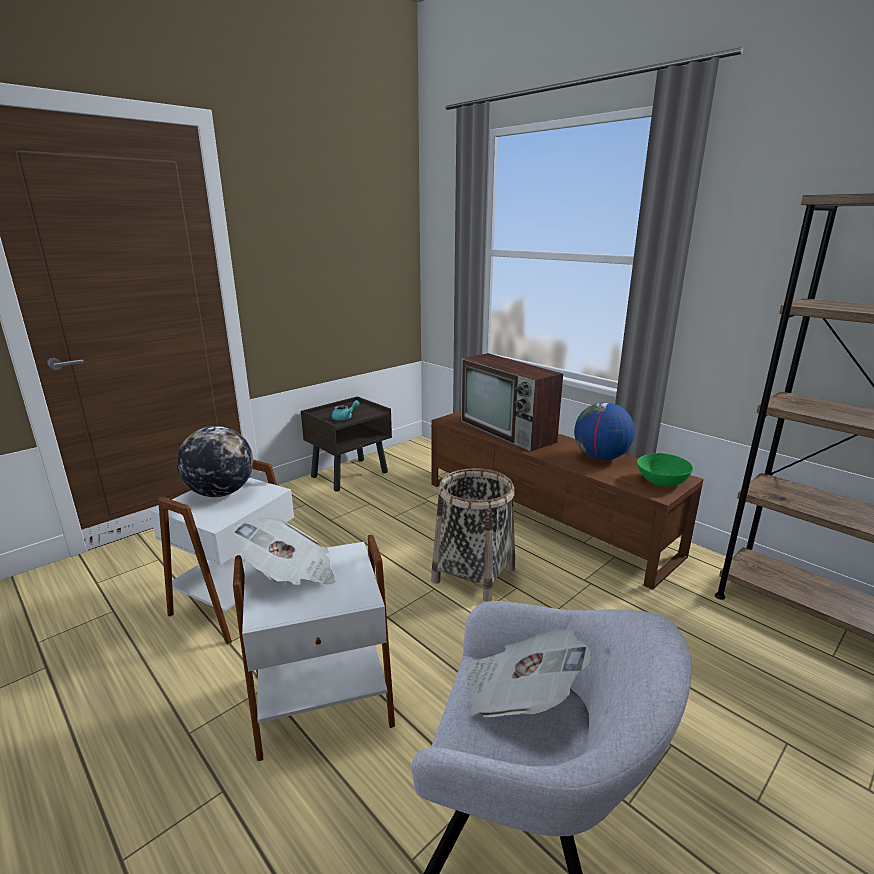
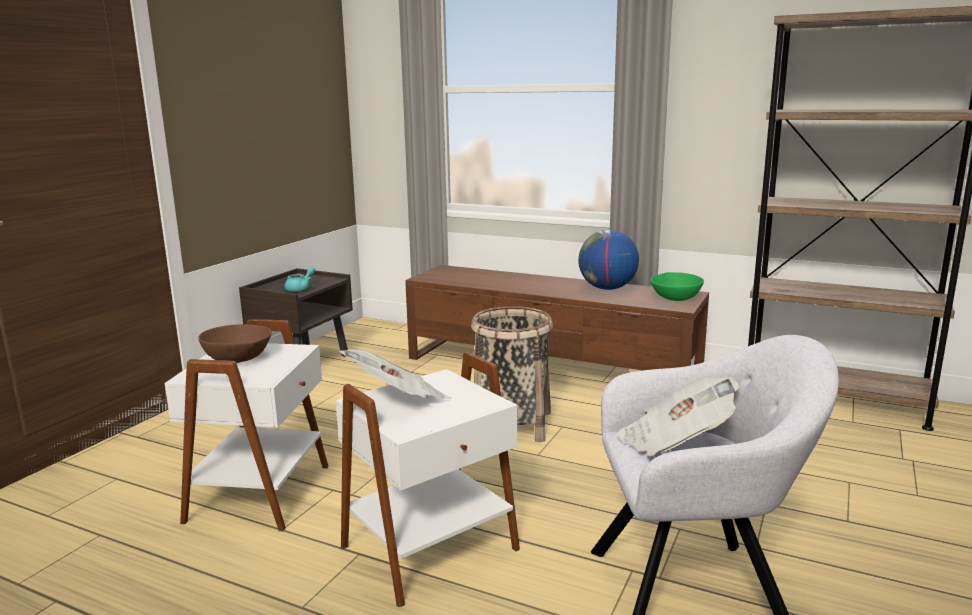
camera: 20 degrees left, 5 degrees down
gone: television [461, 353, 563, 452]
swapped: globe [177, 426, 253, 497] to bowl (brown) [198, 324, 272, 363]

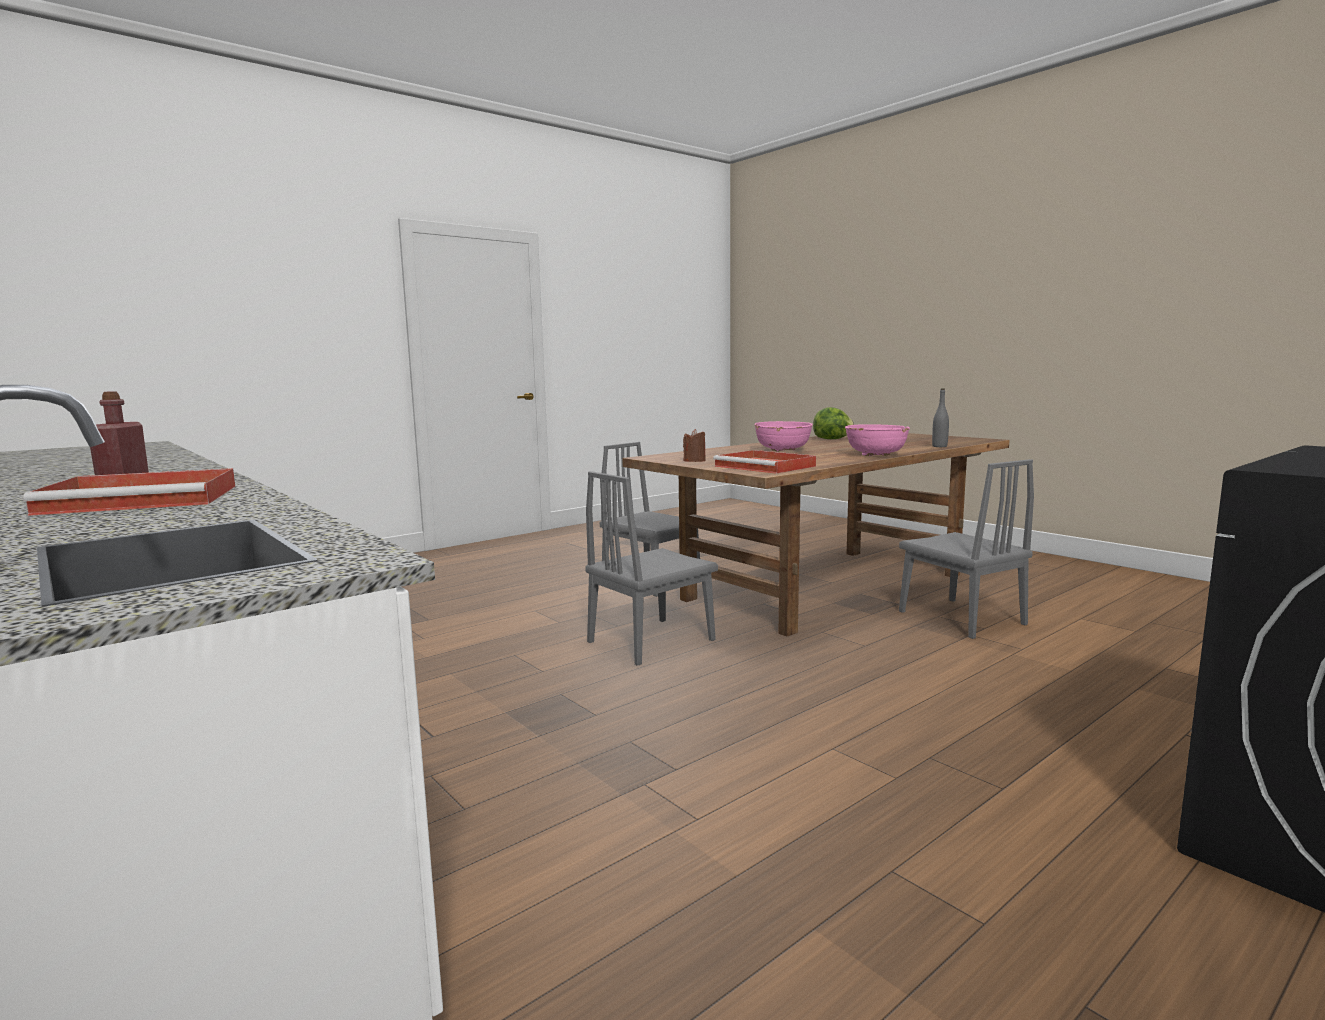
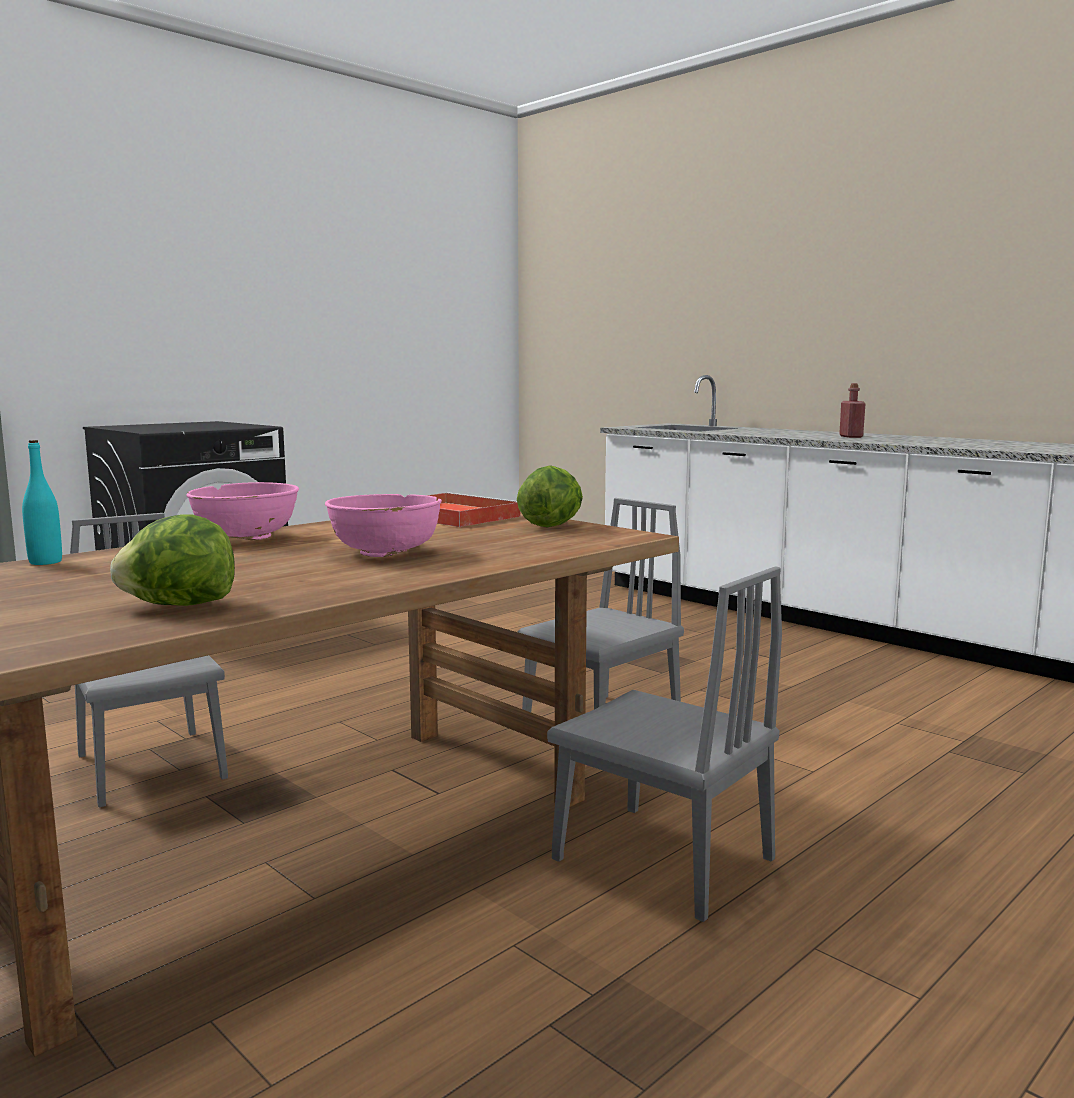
camera: 175 degrees right, 0 degrees up
gone: tray (red) [23, 468, 235, 516]
swapped: candle (brown) [683, 429, 706, 462] to lettuce [517, 465, 583, 527]
repainted: bottle (grey) [932, 389, 949, 447] to bottle (turquoise) [22, 440, 62, 565]

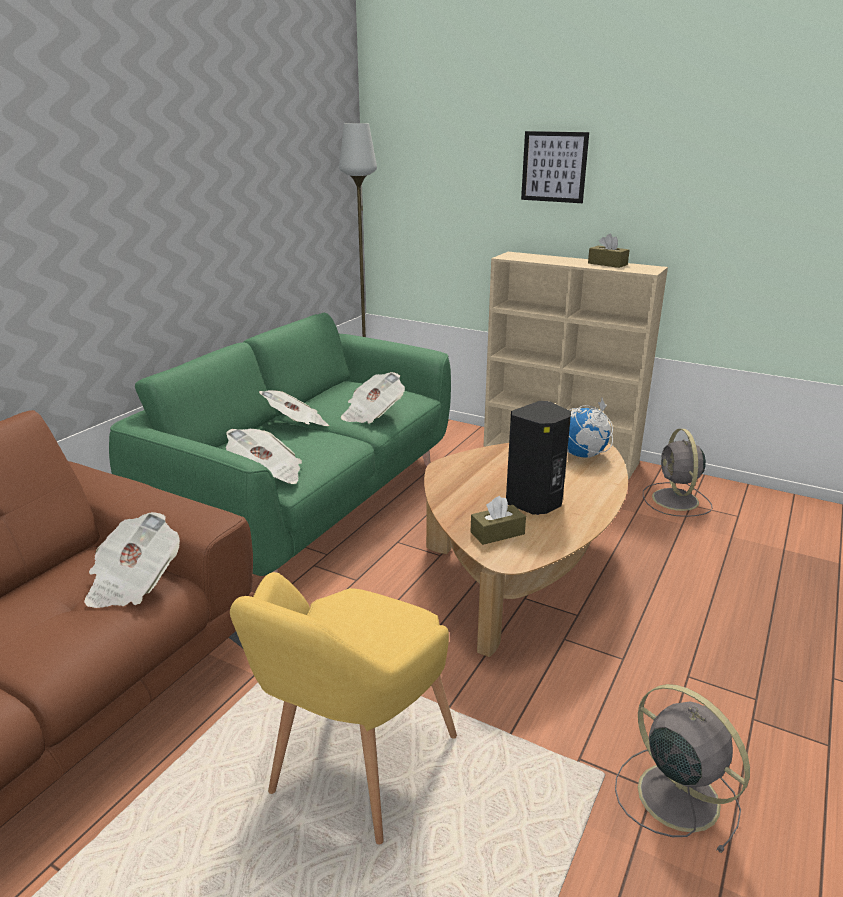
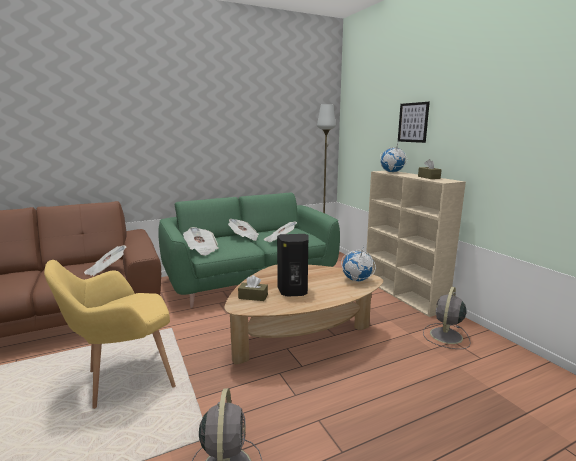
camera: 35 degrees right, 10 degrees down
new: globe [380, 141, 408, 172]

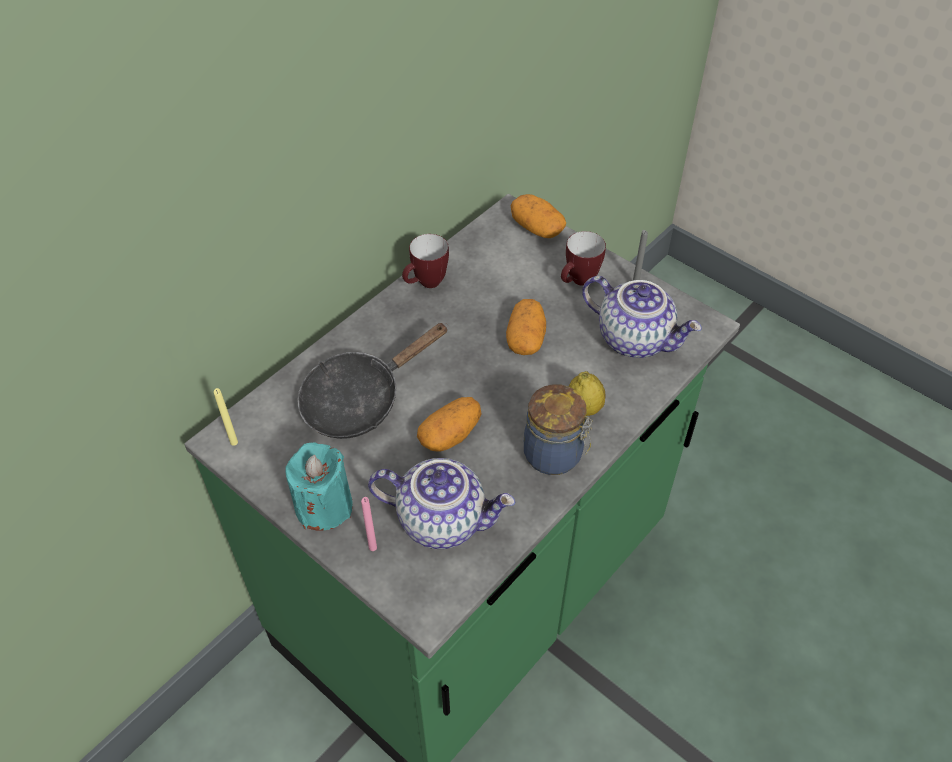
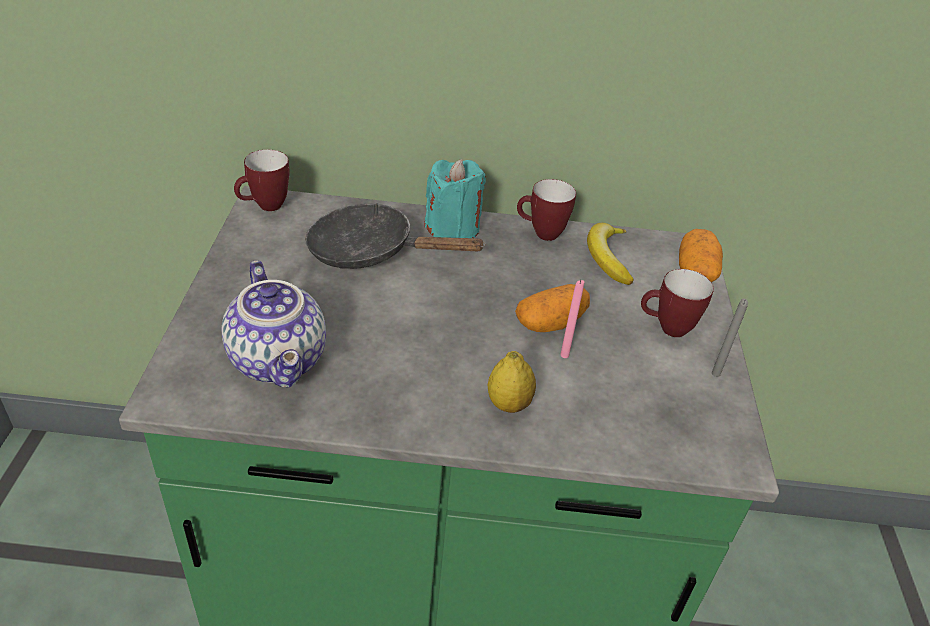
camera: 50 degrees right, 10 degrees down
gone: teapot [582, 276, 702, 358]; jar [524, 384, 593, 475]; potato [417, 397, 481, 452]
new: banana [587, 223, 634, 285]
shifted: candle (turquoise) [285, 442, 353, 531] to [424, 159, 486, 238]; candle (pink) [361, 497, 377, 551] to [560, 280, 584, 358]
swapped: candle (yellow) [214, 388, 238, 446] to mug [234, 149, 289, 211]

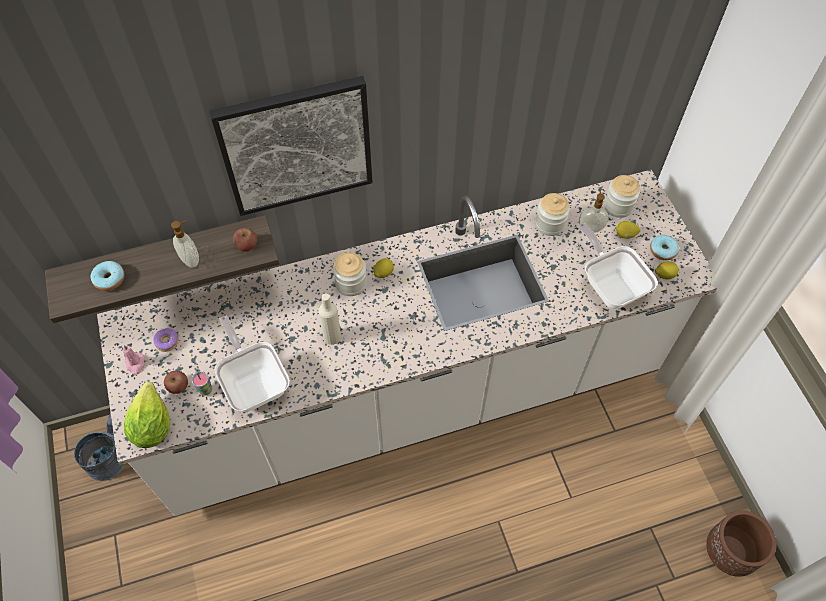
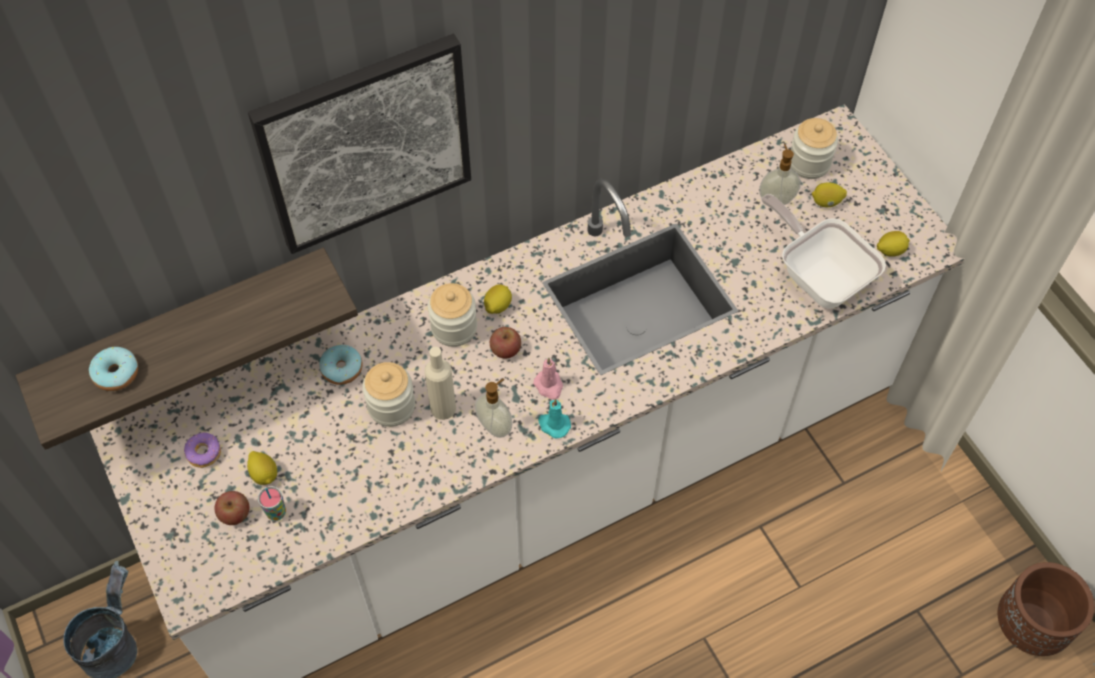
camera: 10 degrees left, 0 degrees up
gone: frying pan [214, 316, 290, 412]; lettuce [124, 382, 170, 448]
new: candle (turquoise) [538, 399, 571, 438]; lemon [247, 451, 277, 485]
shifted: jar [535, 193, 570, 236] to [362, 362, 415, 427]; soap dispenser [171, 220, 199, 268] to [475, 379, 512, 438]; apple [233, 228, 257, 252] to [490, 327, 521, 359]; donut [650, 235, 679, 260] to [319, 345, 362, 385]; candle (pink) [123, 345, 145, 375] to [533, 357, 563, 400]

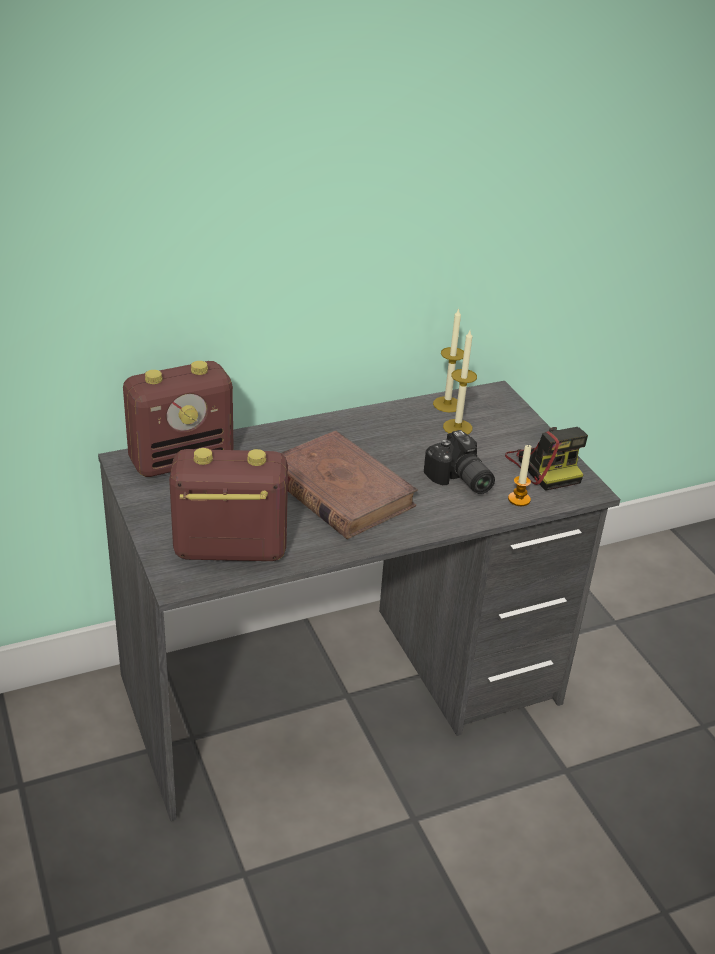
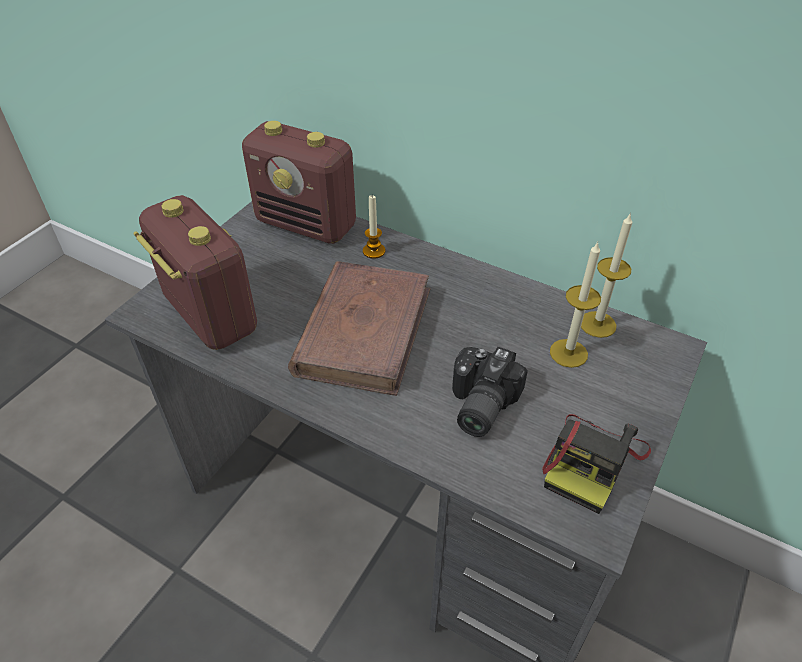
camera: 55 degrees right, 10 degrees up
shifted: candle [508, 444, 532, 506] to [363, 195, 385, 259]

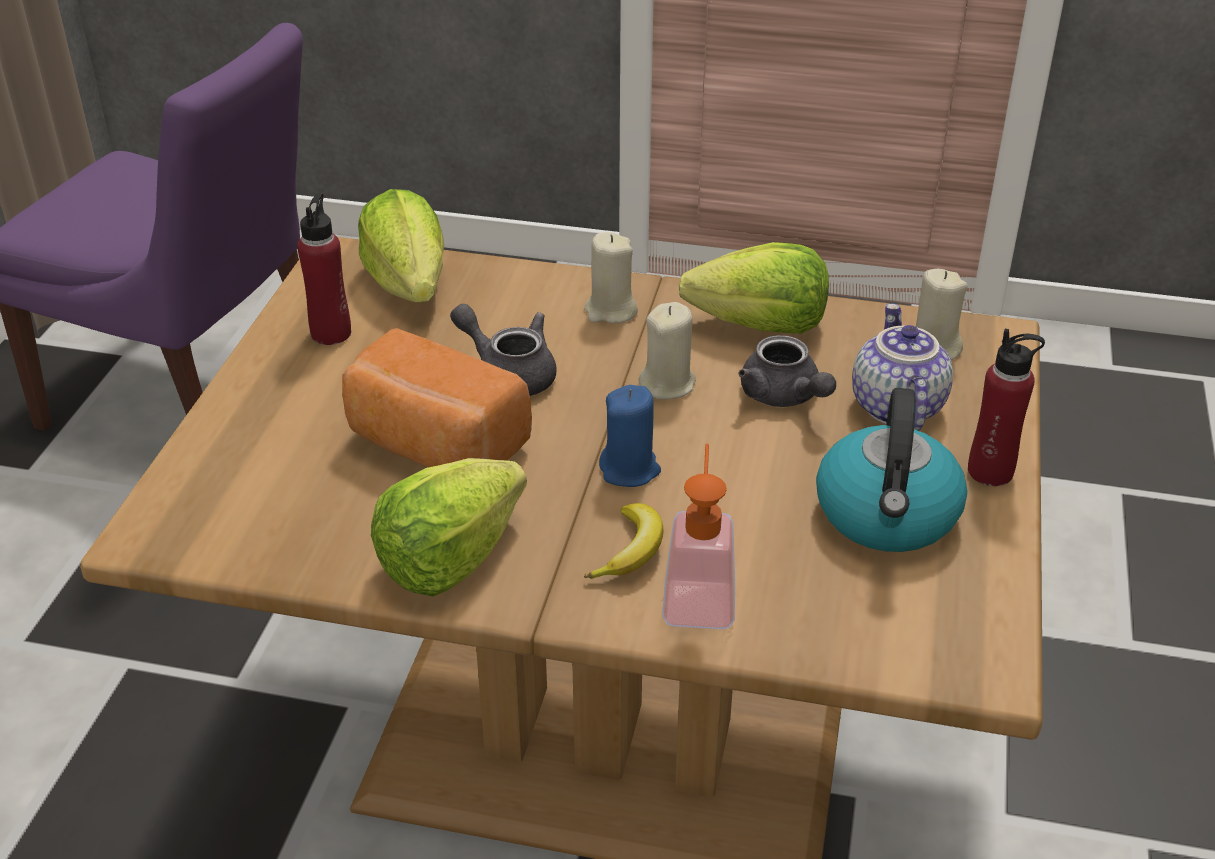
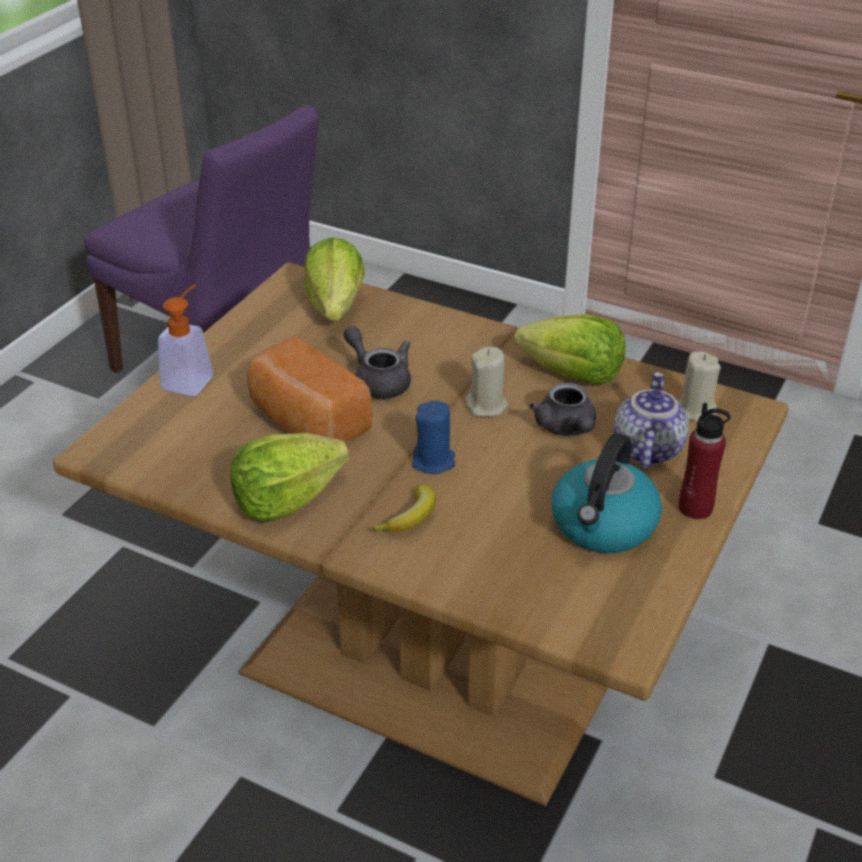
camera: 15 degrees right, 0 degrees up
gone: bottle (red) [297, 193, 351, 345]; candle (beige) [584, 232, 638, 324]
shifted: soap dispenser [662, 444, 735, 629] to [158, 284, 213, 396]

